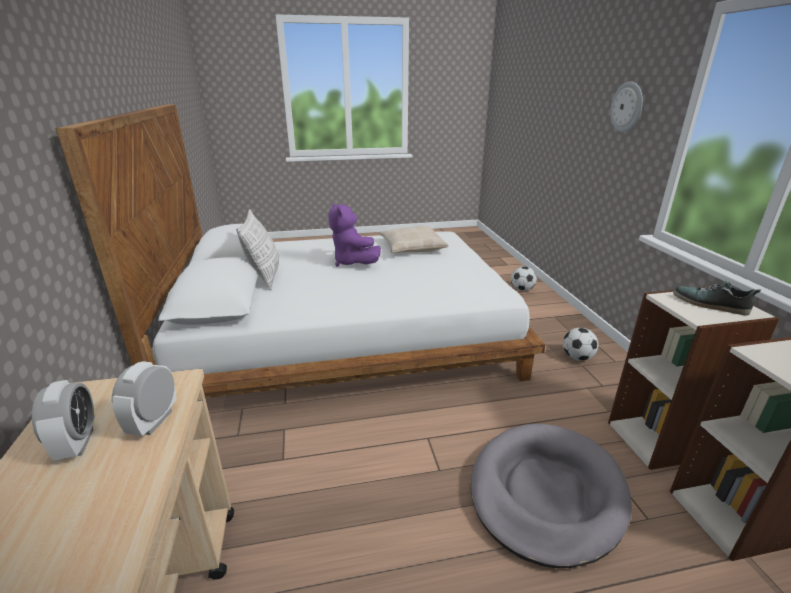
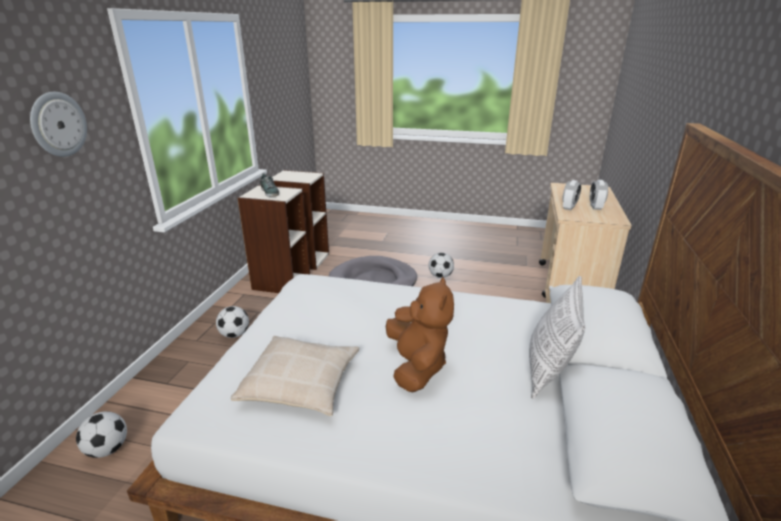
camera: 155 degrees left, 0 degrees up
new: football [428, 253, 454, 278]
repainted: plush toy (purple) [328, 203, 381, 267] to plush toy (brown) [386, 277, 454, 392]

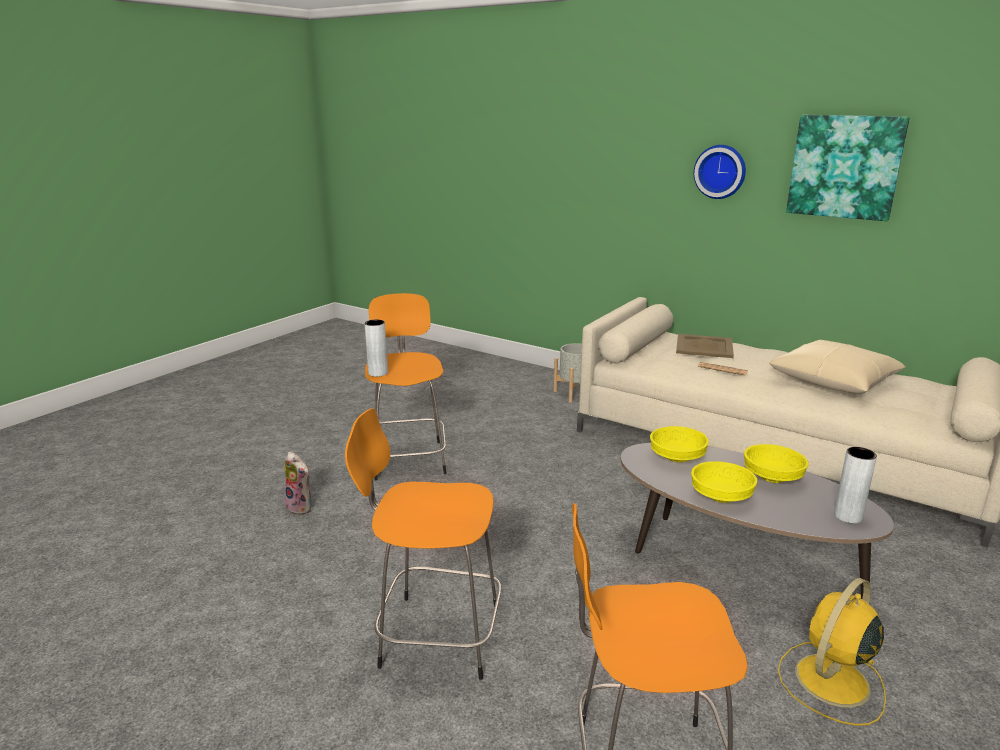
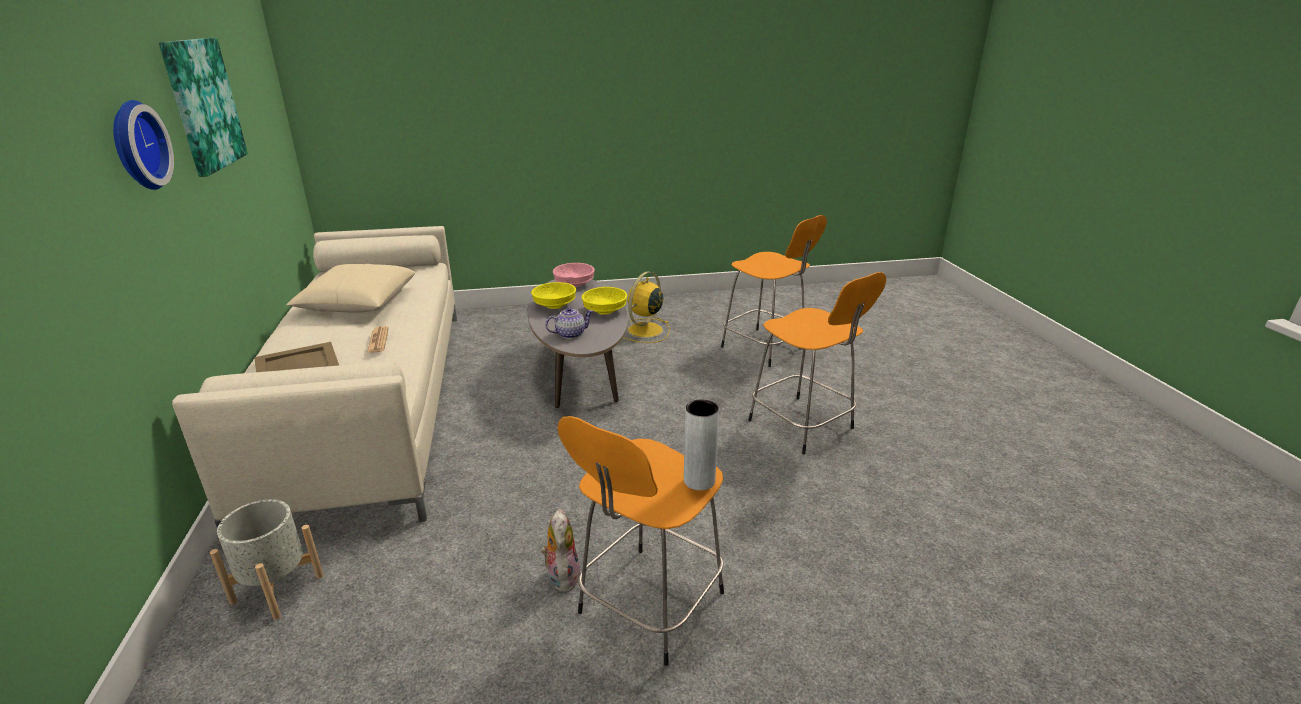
camera: 135 degrees left, 5 degrees up
shifted: plush toy [284, 451, 312, 515] to [541, 509, 580, 592]
swapped: bowl (yellow) [650, 426, 709, 462] to teapot [545, 307, 593, 339]; vase (grey) [834, 447, 877, 523] to bowl (pink) [553, 263, 595, 287]
rotated: fan (yellow) [778, 578, 886, 726] = [623, 271, 670, 343] 120 degrees clockwise

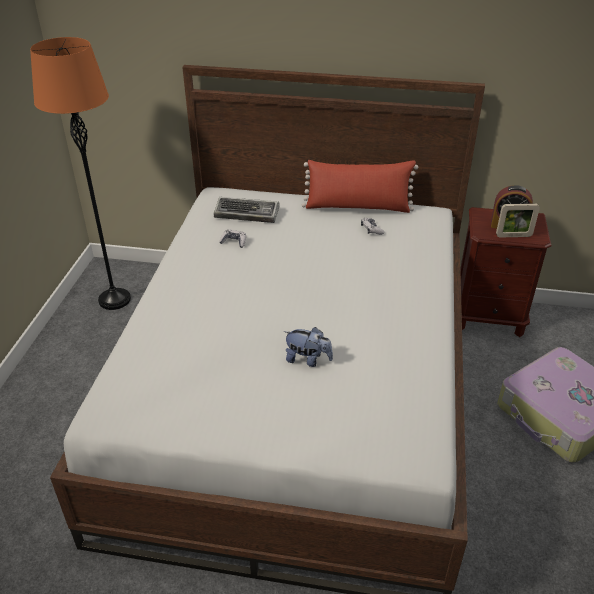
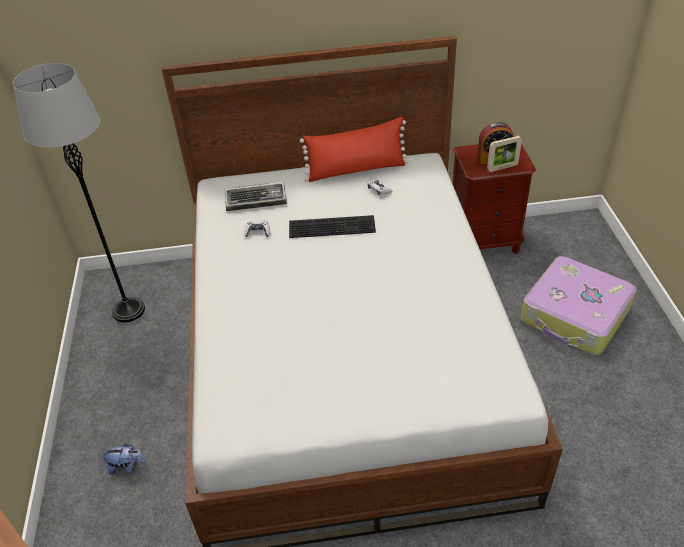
camera: 15 degrees left, 5 degrees up
new: keyboard [289, 215, 376, 238]
shifted: plush toy [284, 327, 333, 367] to [100, 443, 147, 475]
repainted: floor lamp (orange) [30, 37, 131, 310] to floor lamp (grey) [13, 63, 145, 323]

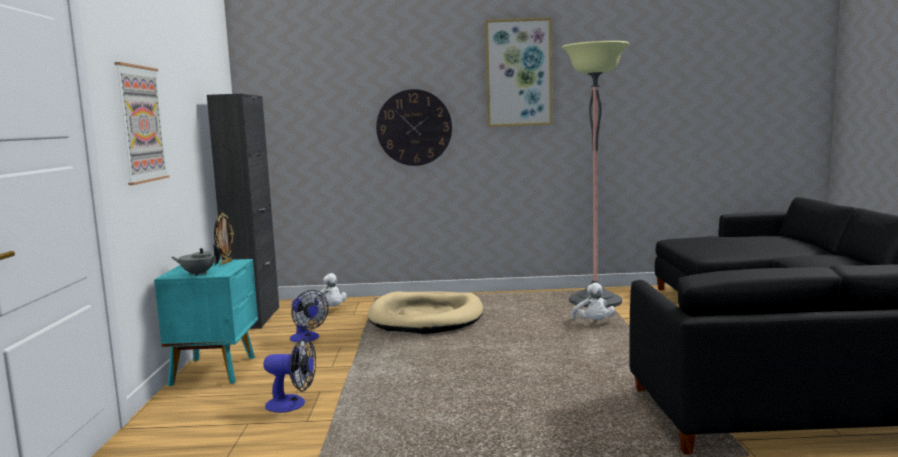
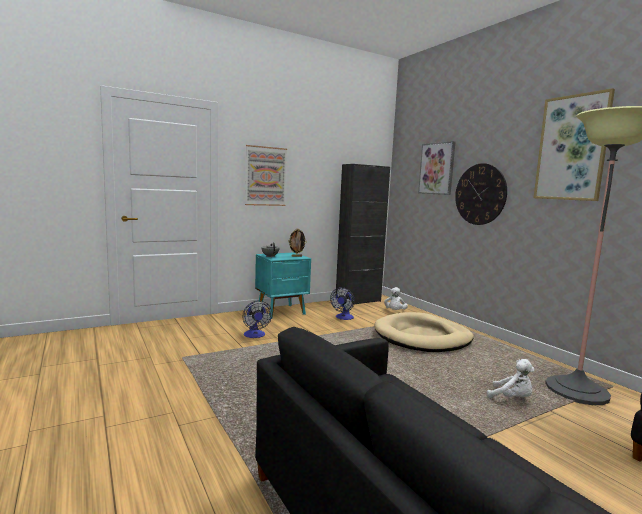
camera: 60 degrees right, 0 degrees up
new: picture [418, 141, 456, 195]
rotated: plush toy (white) [572, 283, 615, 320] = [487, 359, 535, 398] 105 degrees counterclockwise

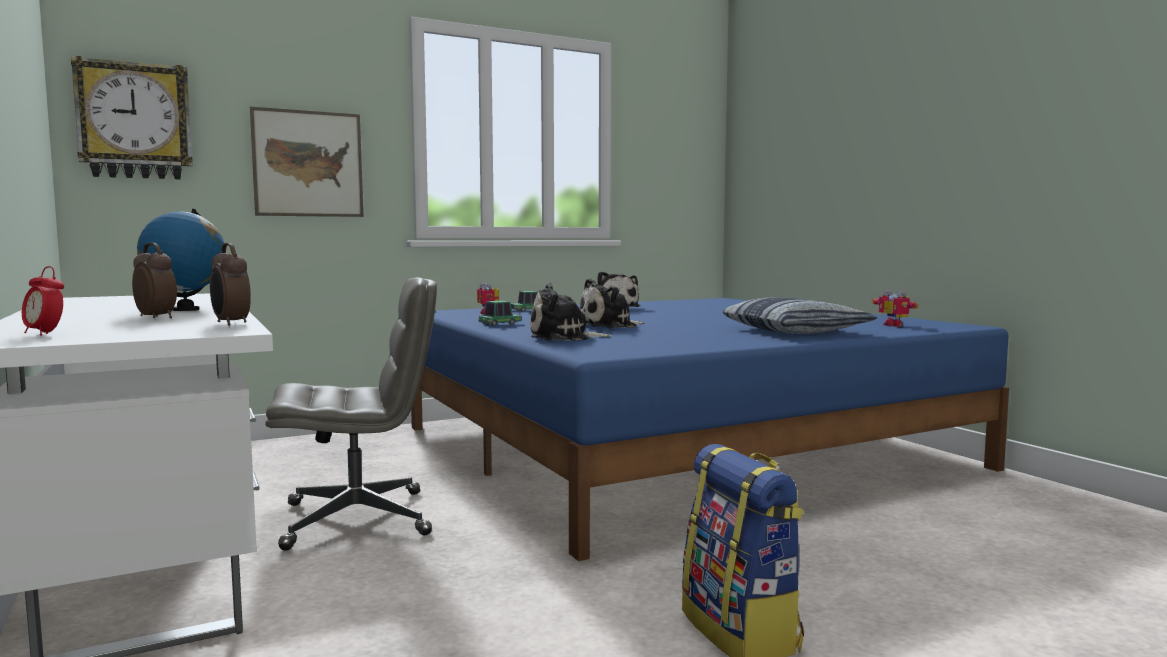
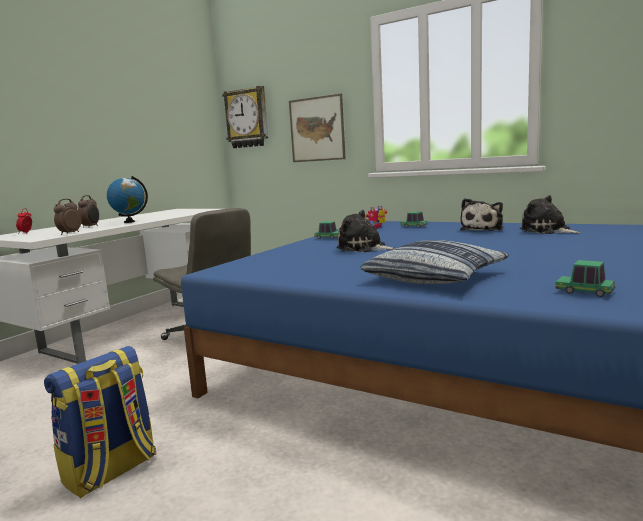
camera: 60 degrees right, 5 degrees up
shifted: plush toy [530, 283, 611, 341] to [520, 195, 581, 234]
swapped: toy robot [872, 290, 919, 327] to toy car [555, 260, 615, 297]

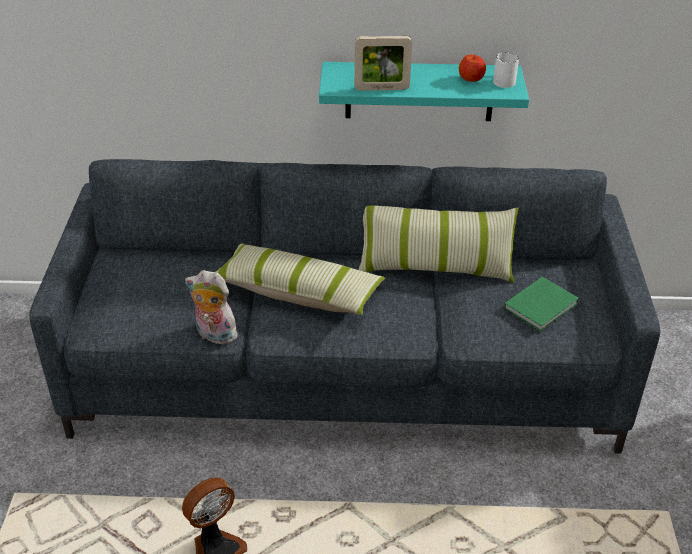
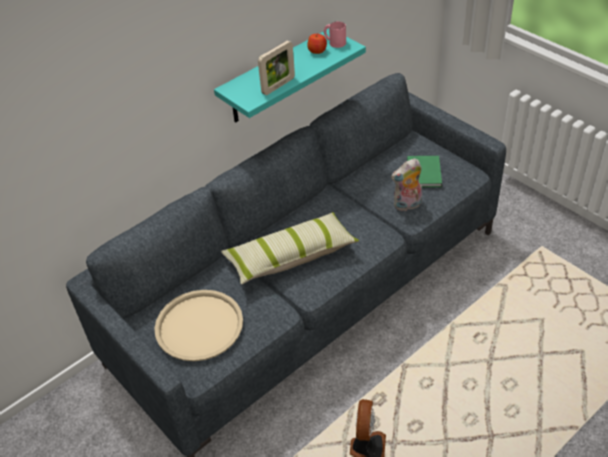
camera: 40 degrees left, 5 degrees up
gone: pillow [358, 205, 519, 283]
new: tray (beige) [154, 290, 243, 361]
shifted: plush toy [185, 270, 238, 344] to [391, 158, 422, 212]
repainted: mug (white) [493, 52, 519, 88] to mug (pink) [324, 21, 346, 48]

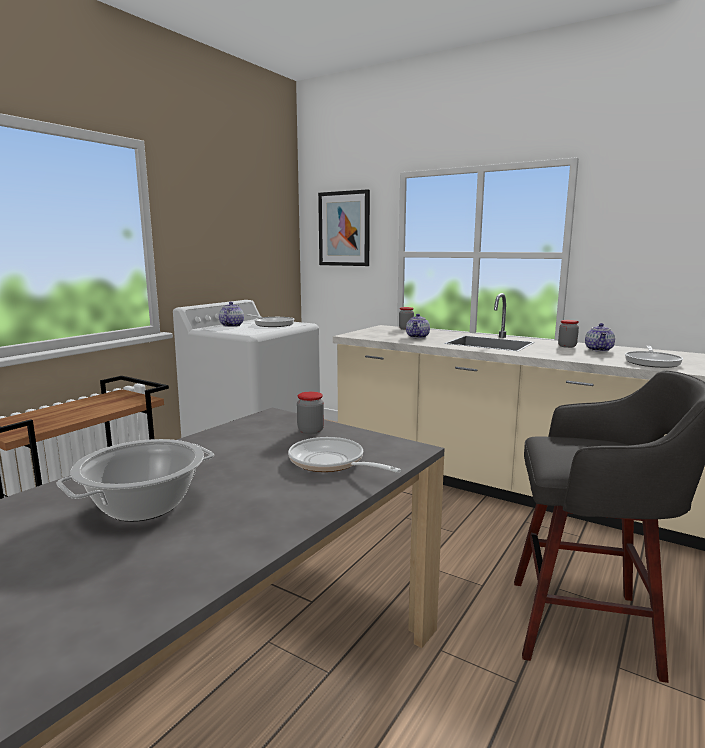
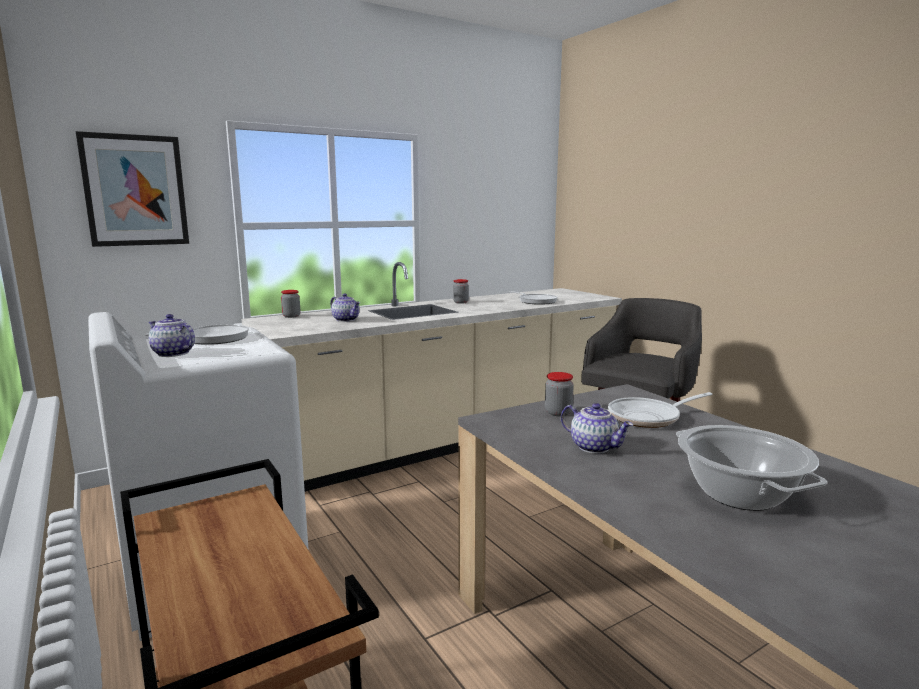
camera: 65 degrees left, 0 degrees up
shifted: teapot [585, 323, 615, 352] to [561, 403, 633, 454]

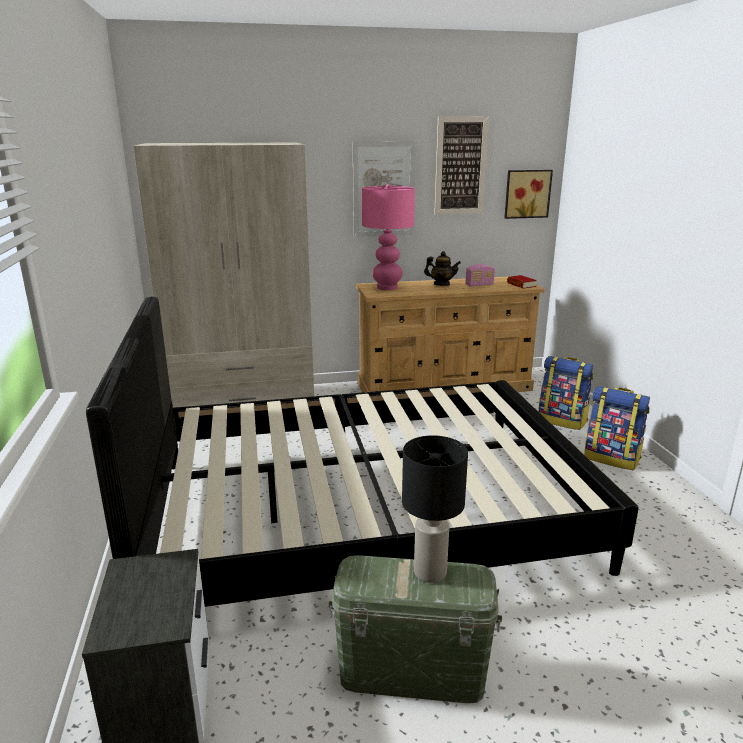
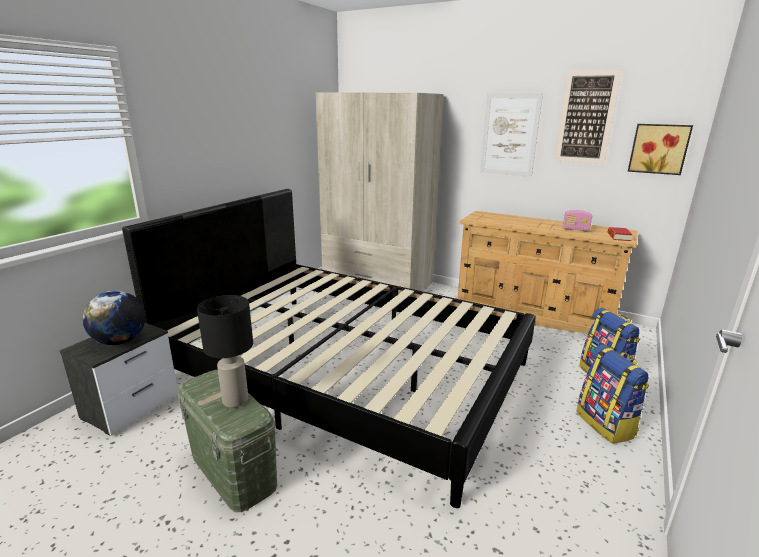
camera: 40 degrees right, 0 degrees up
gone: table lamp (pink) [362, 184, 415, 290]; teapot [424, 251, 461, 286]
new: globe [83, 291, 146, 345]

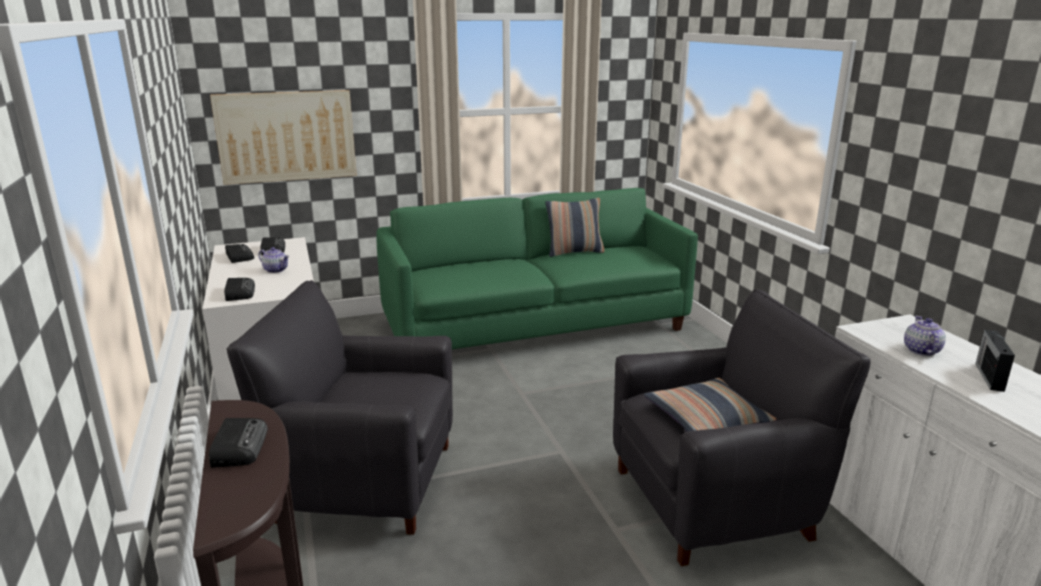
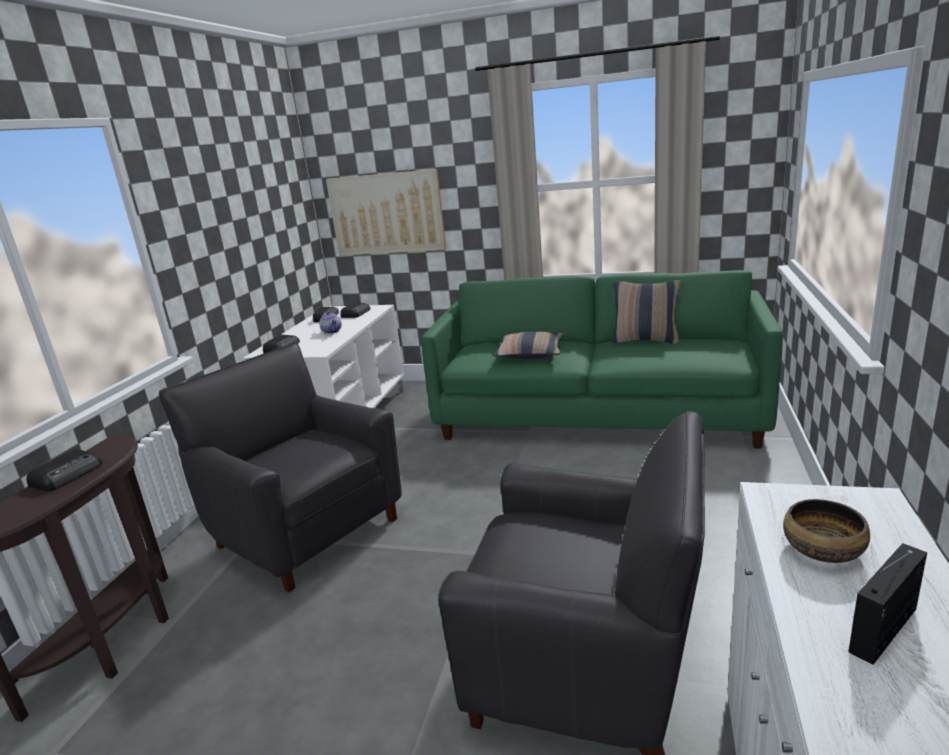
camera: 35 degrees right, 0 degrees up
shifted: pillow [644, 378, 777, 432] to [493, 331, 564, 358]
swapped: teapot [904, 316, 946, 356] to bowl [783, 499, 870, 563]

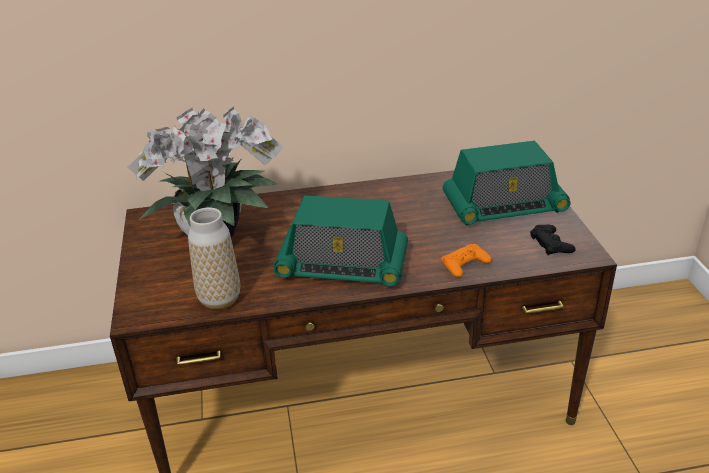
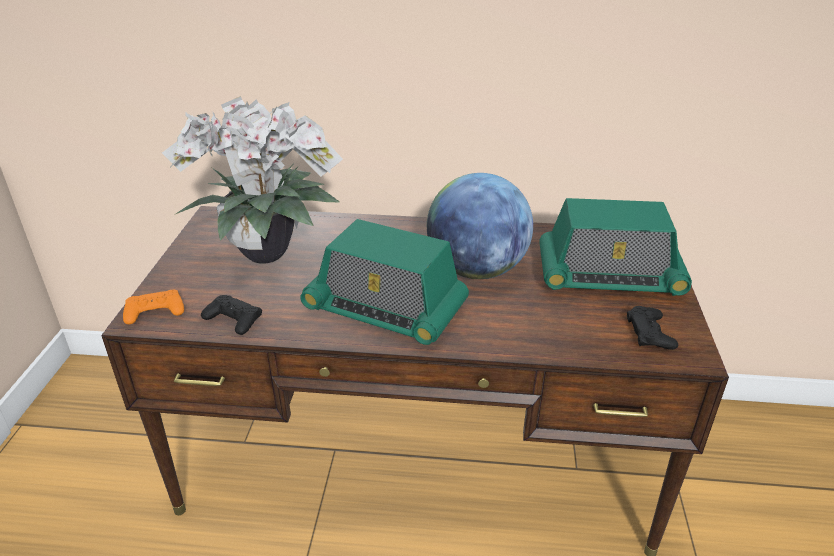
camera: 15 degrees right, 0 degrees up
new: globe [427, 173, 533, 279]
shifted: game controller (orange) [441, 244, 492, 277] to [123, 290, 184, 324]
swapped: vase [188, 207, 240, 310] to game controller (black) [201, 295, 262, 335]

